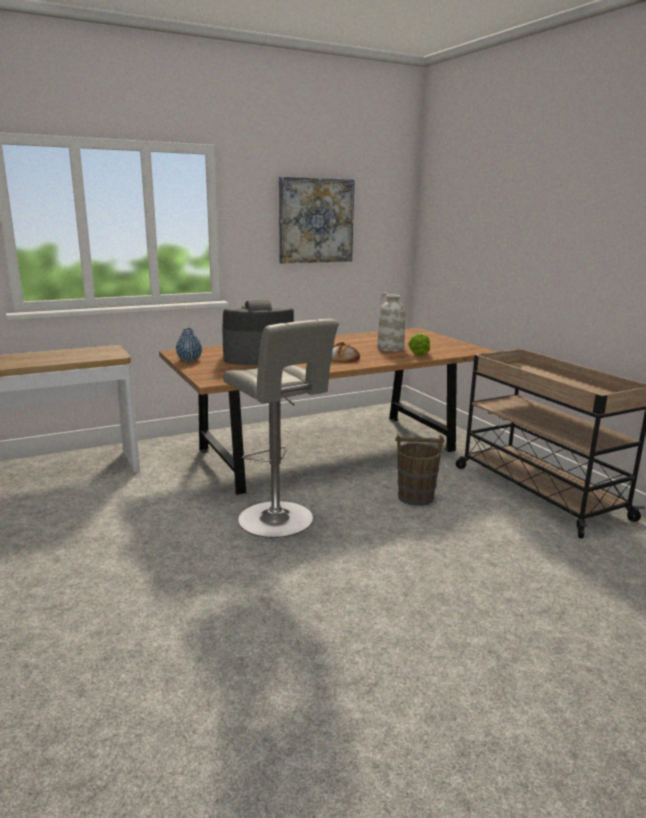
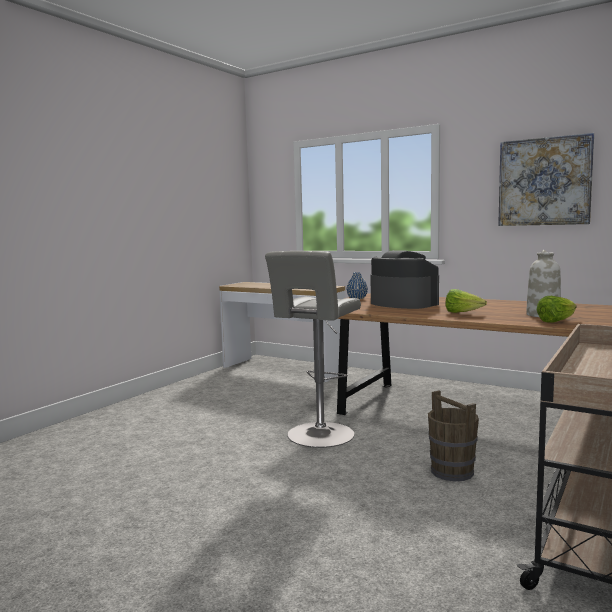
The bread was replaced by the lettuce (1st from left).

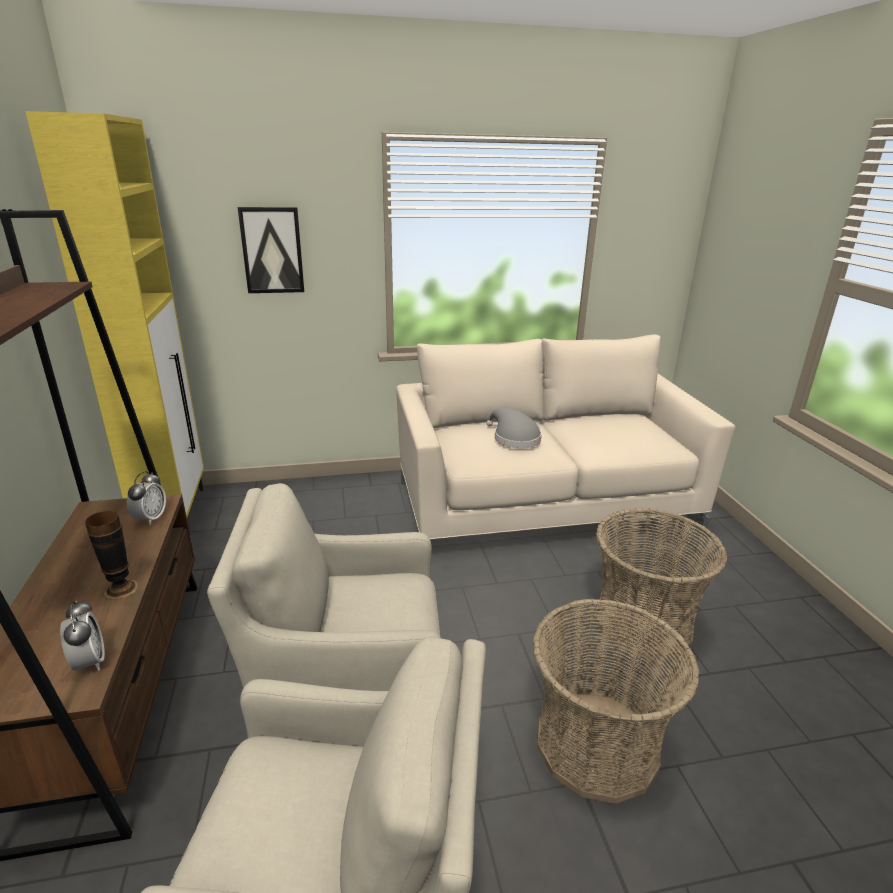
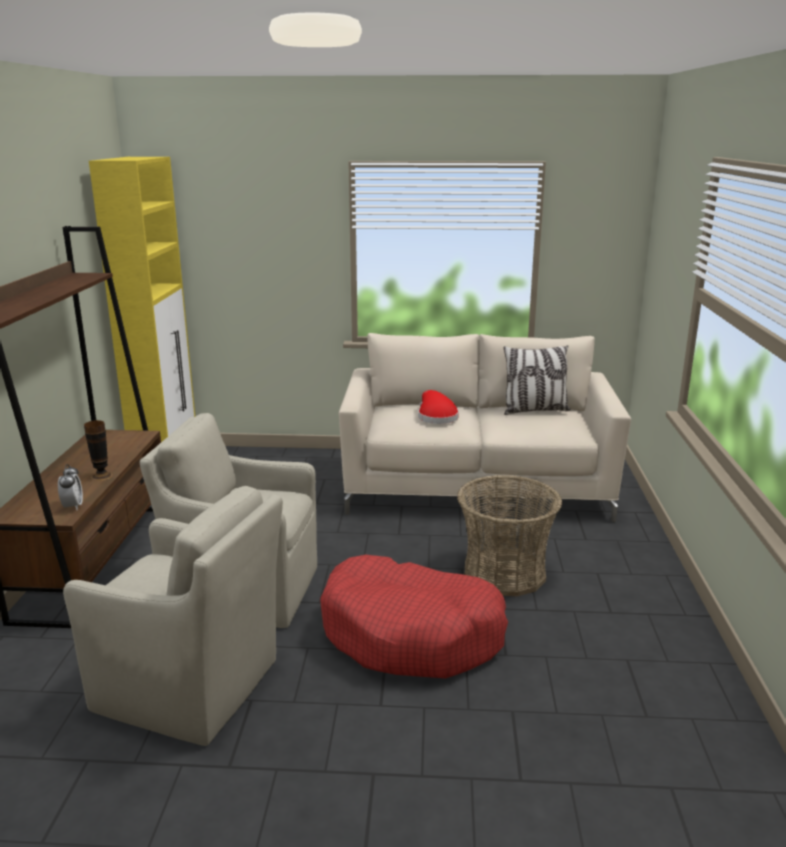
The alarm clock (2nd from left) disappeared. The picture disappeared. The hat/grey became the hat/red. The basket (1st from left) was replaced by the dog bed/red. The pillow appeared.

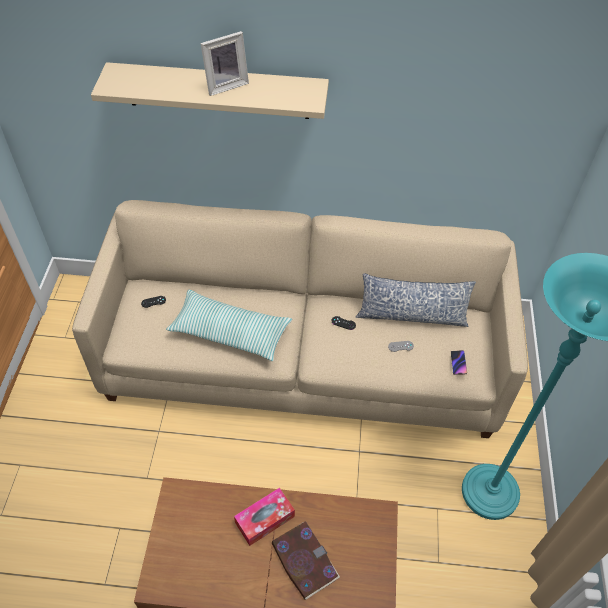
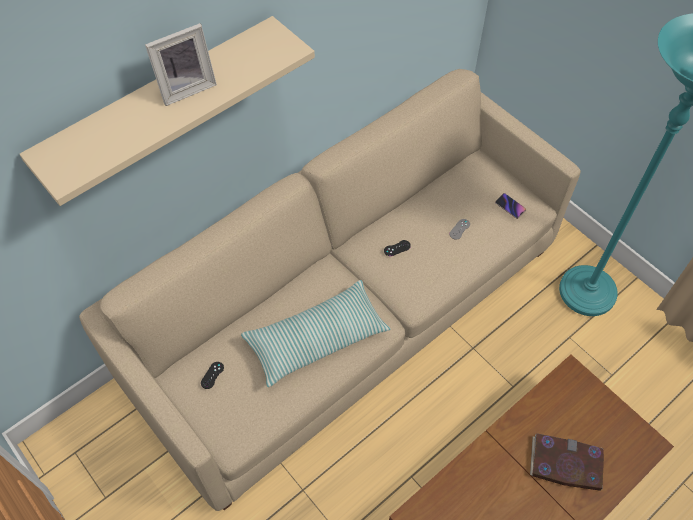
The picture frame turned 45 degrees clockwise. The tissue box disappeared. The pillow (2nd from left) disappeared.

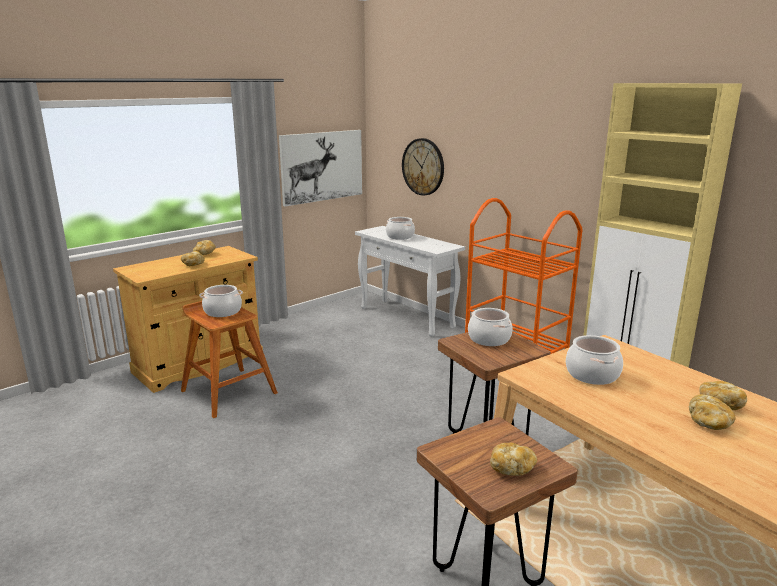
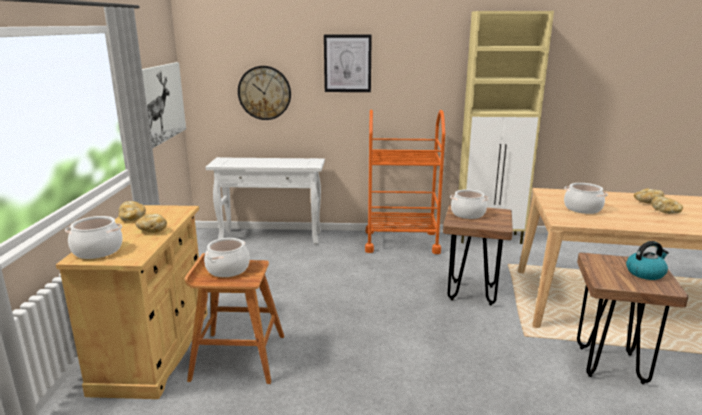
The cooking pot (2nd from left in the first image) moved. The bread (3rd from left) was replaced by the kettle. The picture (2nd from left) appeared.

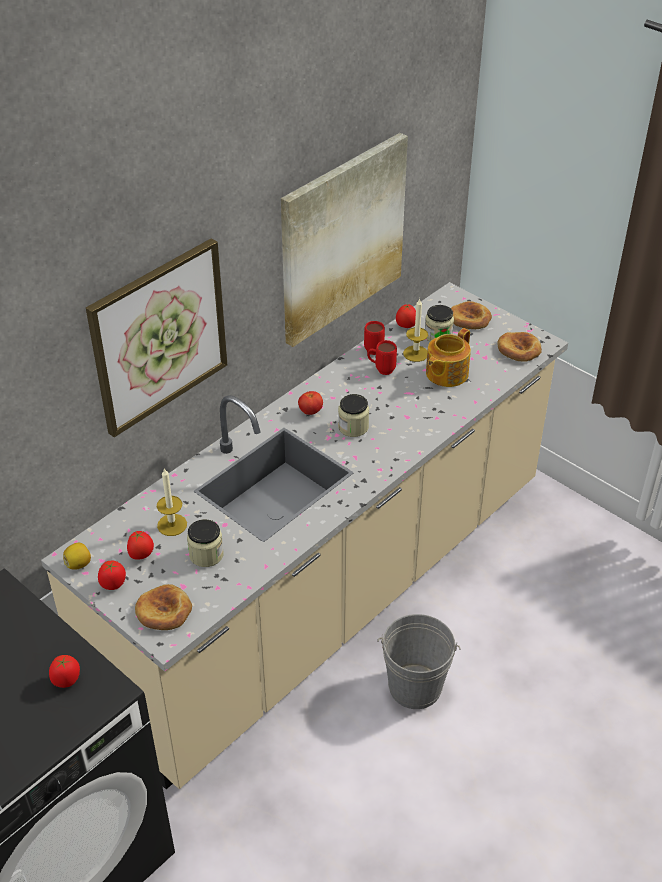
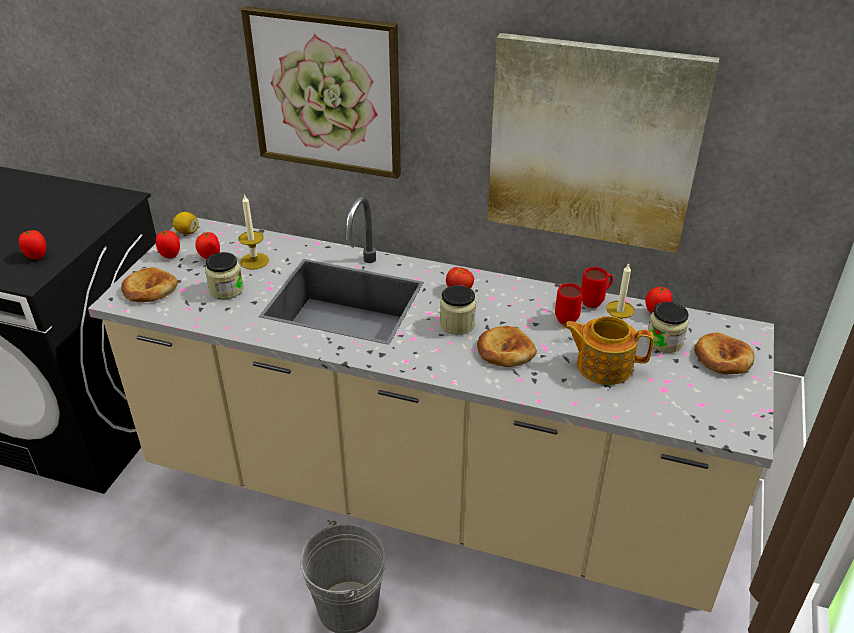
The bread (3rd from left in the first image) moved.

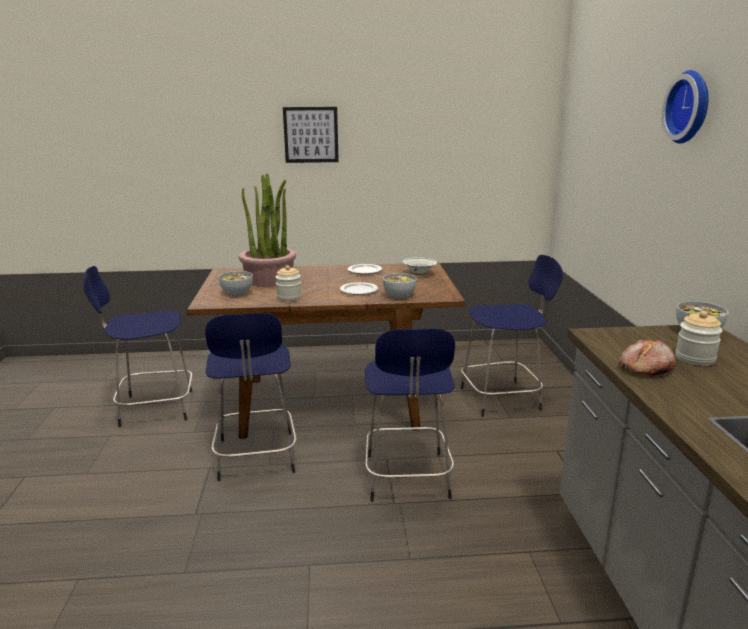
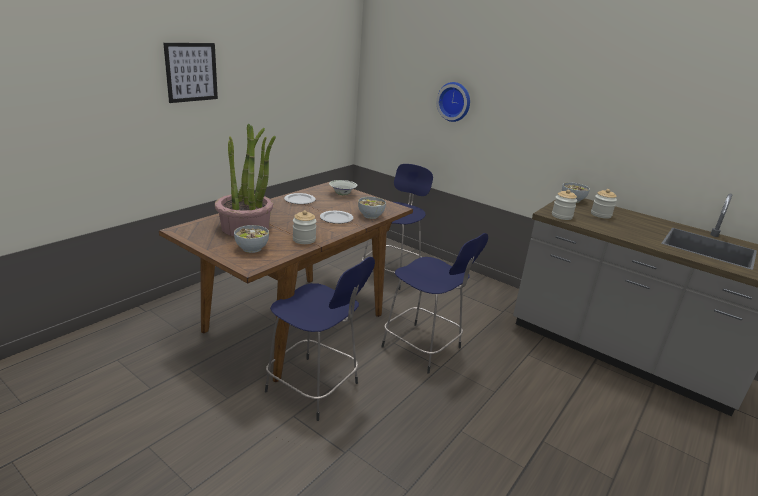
The stool/blue (1st from left) disappeared. The bread disappeared. The wall clock moved. The jar (2nd from left) appeared.

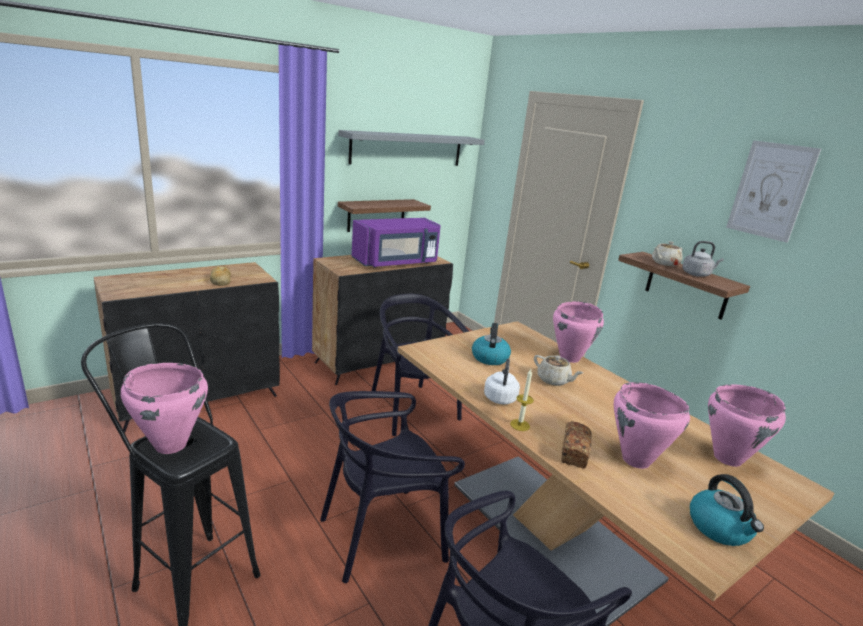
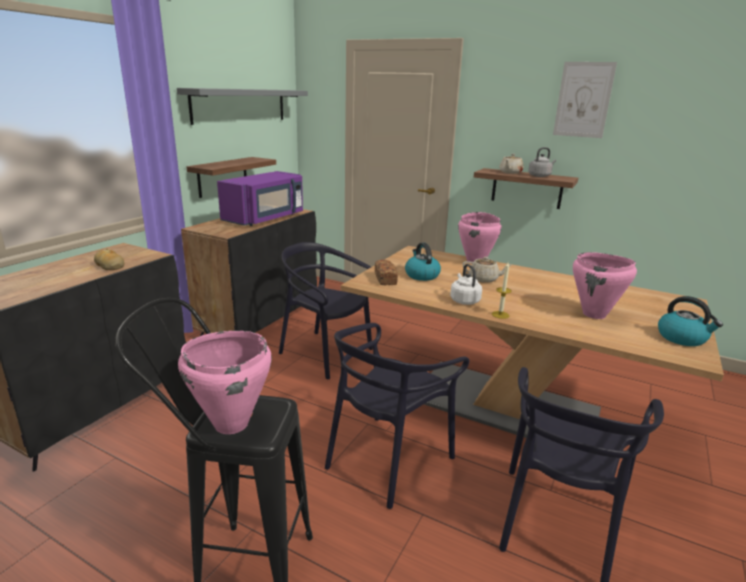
The bread (2nd from left) moved. The cooking pot/pink (4th from left) disappeared.

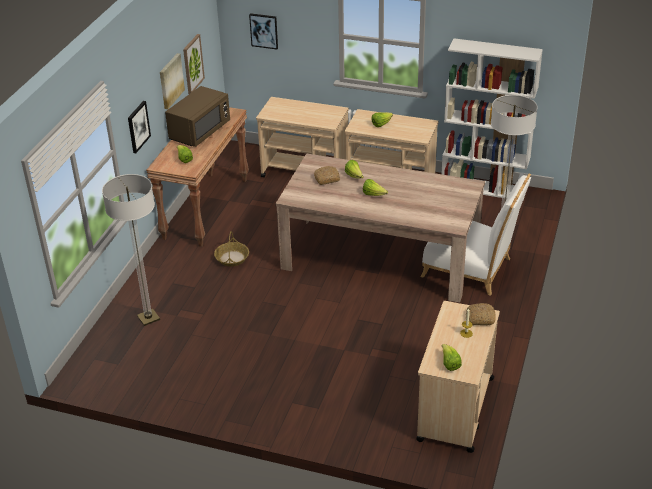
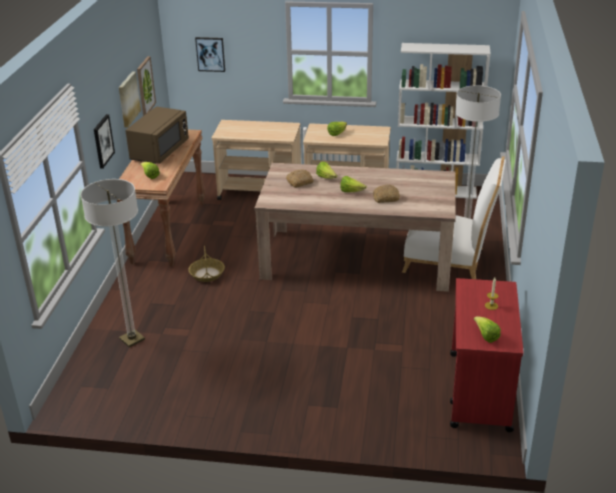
The cart/beige (3rd from left) became the cart/red. The bread (2nd from left) moved.

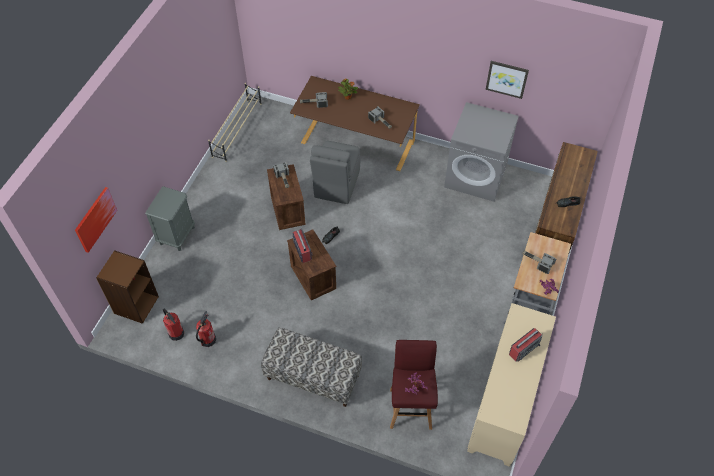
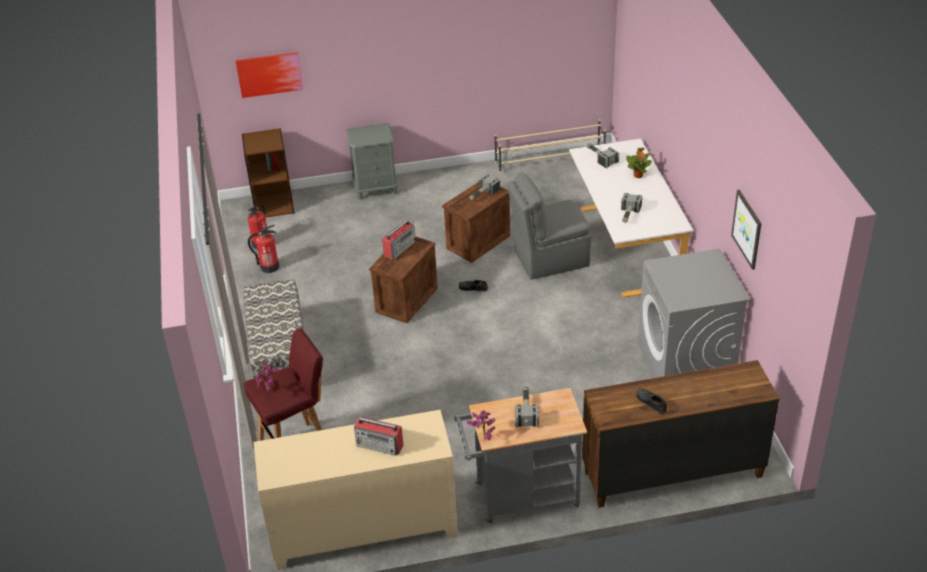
The desk/brown became the desk/white.

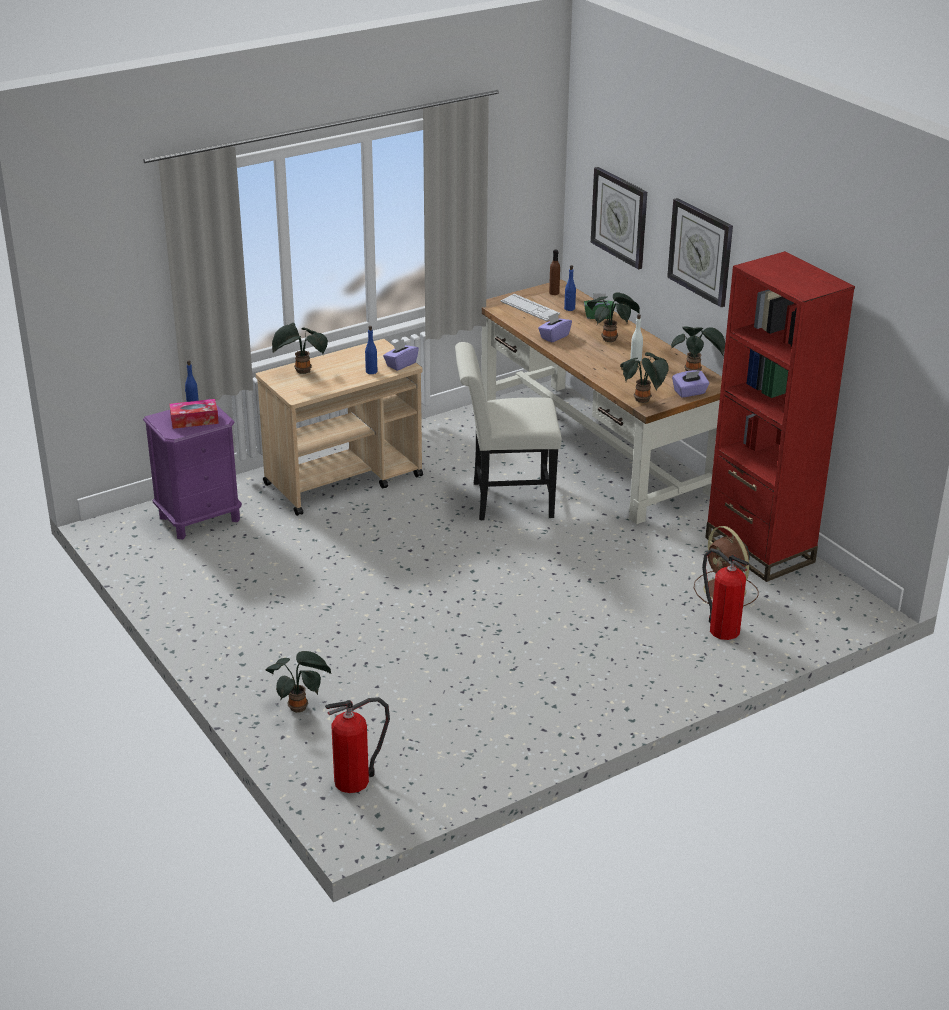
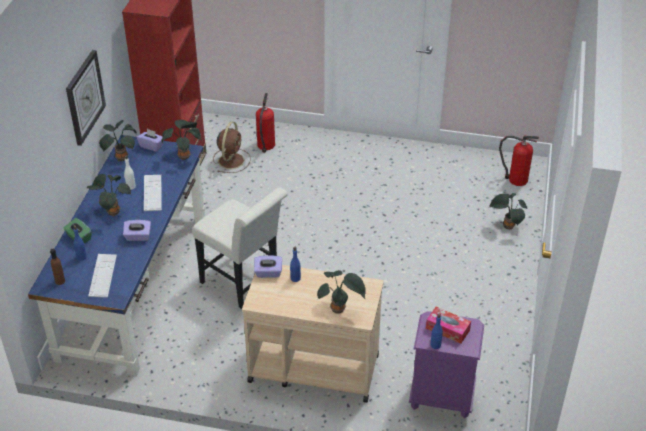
The desk/brown became the desk/blue. The wall clock (1st from left) disappeared. The keyboard (2nd from left) appeared.

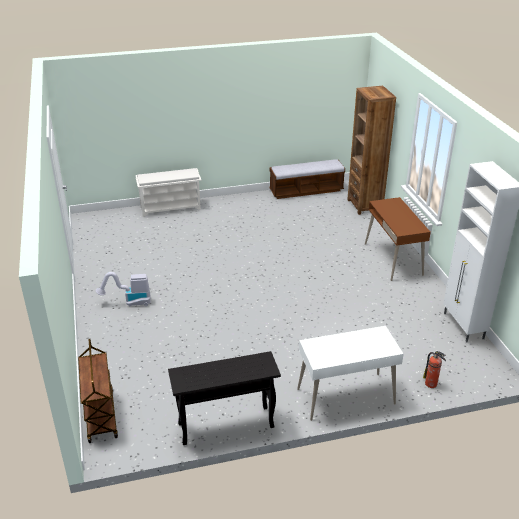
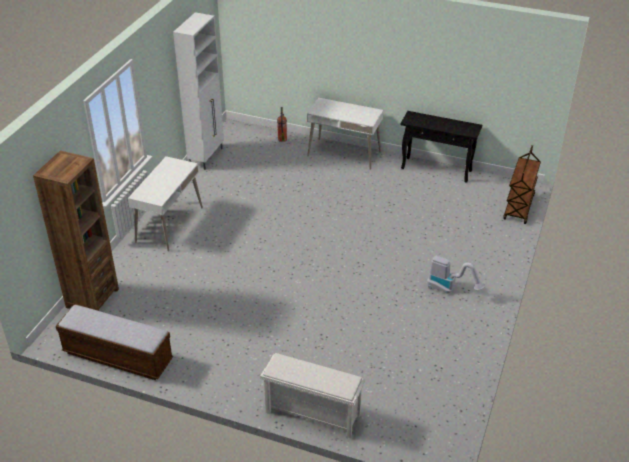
The desk/brown became the desk/white (1st from left).

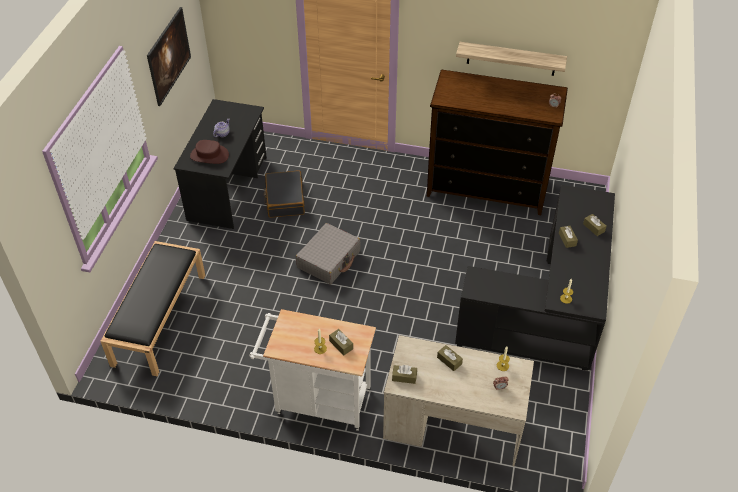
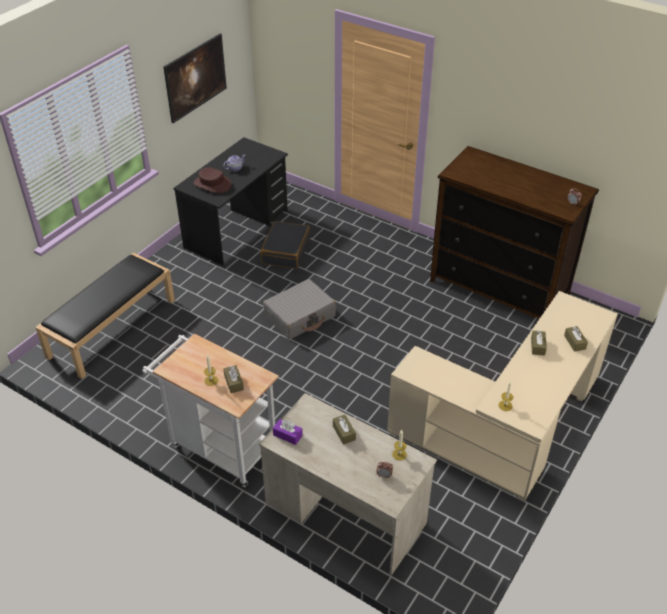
The tissue box/brown (2nd from left) became the tissue box/purple. The desk/black (2nd from left) became the desk/beige (2nd from left). The shelf disappeared.

